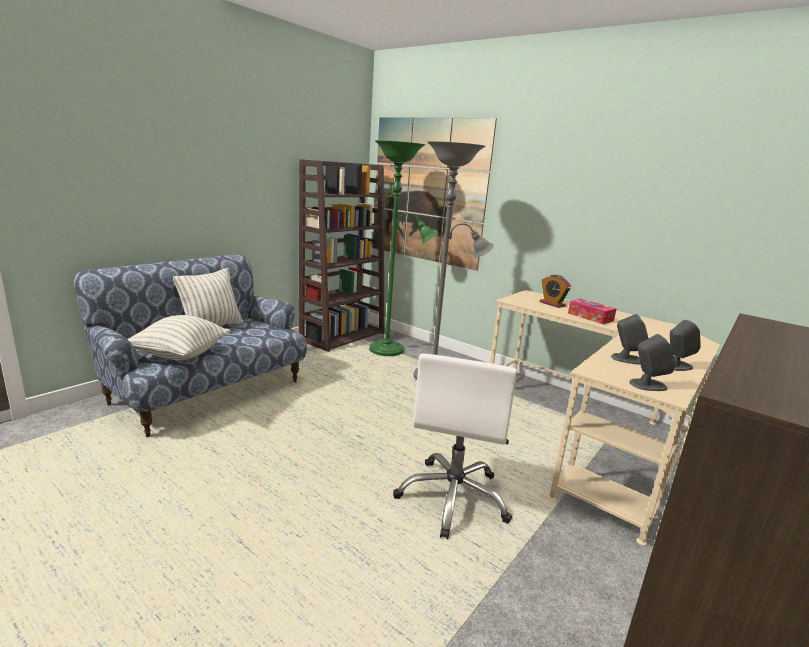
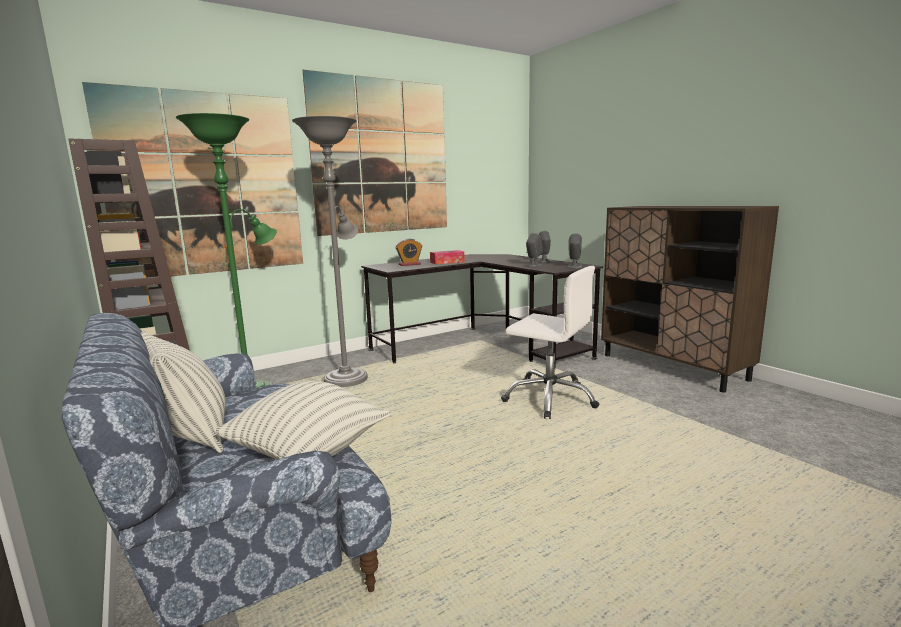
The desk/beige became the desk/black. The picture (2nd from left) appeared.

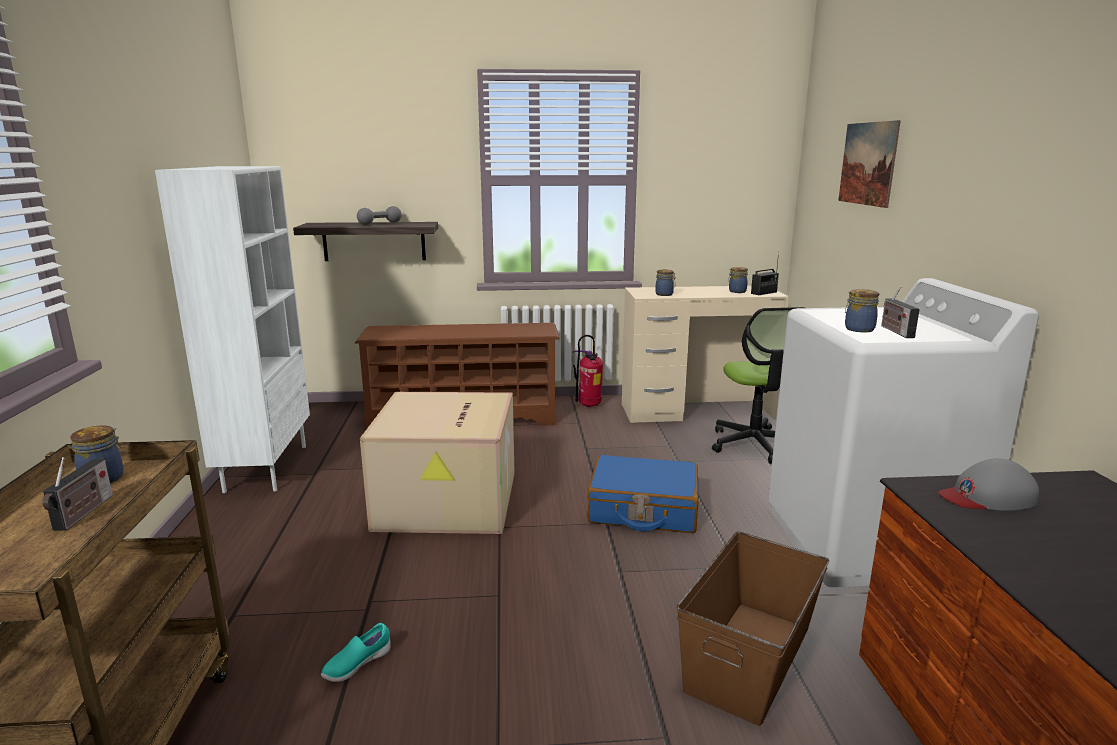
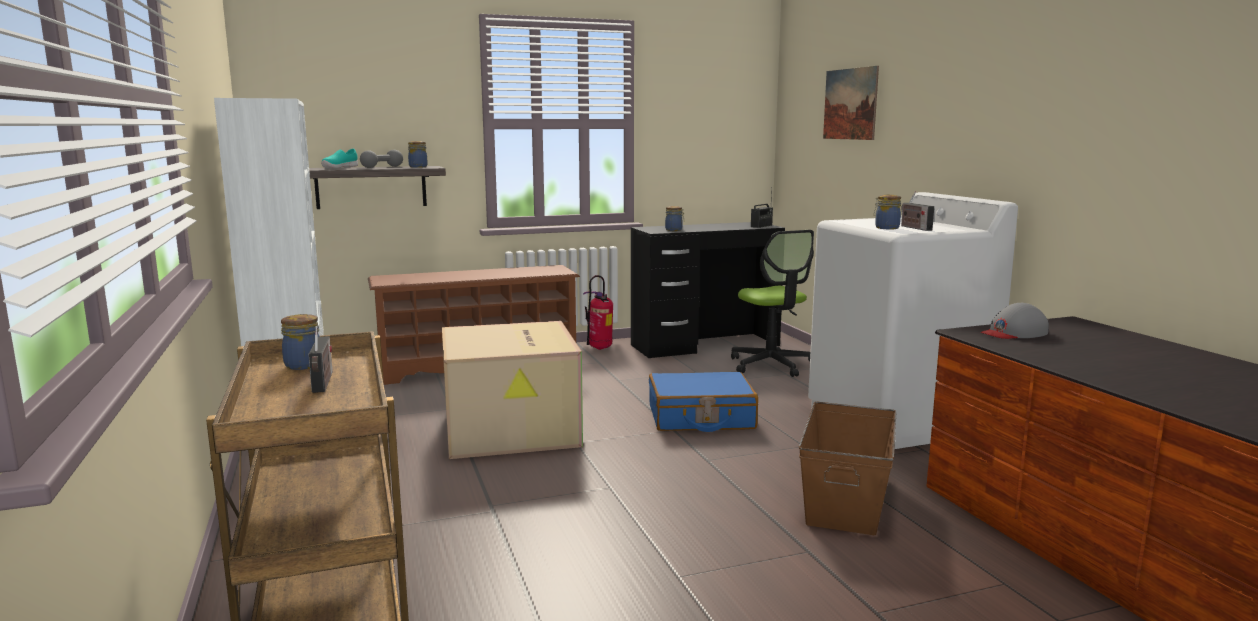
The shoe/turquoise moved. The desk/beige became the desk/black. The jar (3rd from left in the first image) moved.

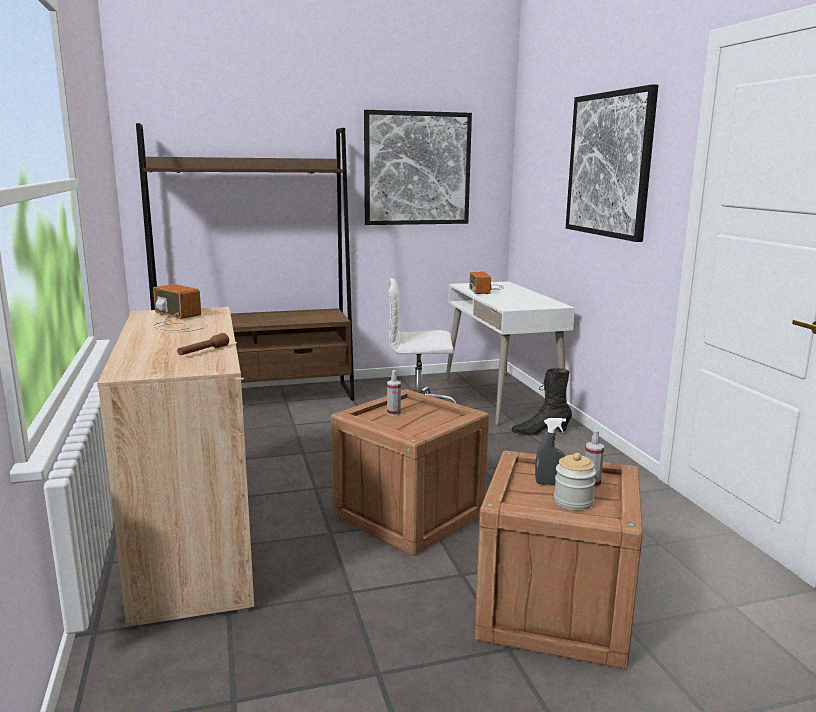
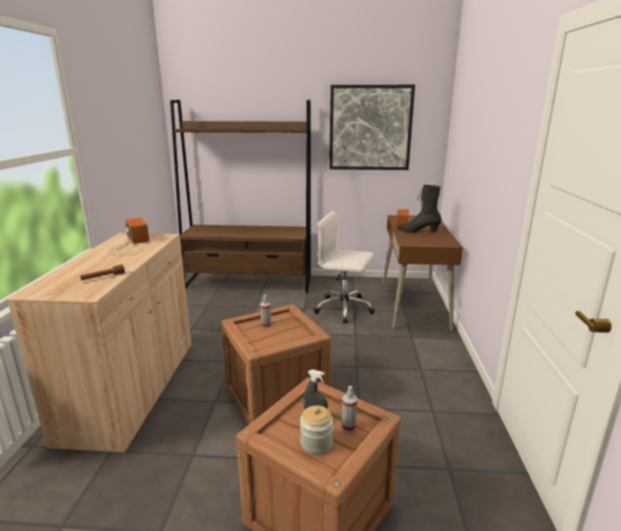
The desk/white became the desk/brown. The boot/black moved. The picture (2nd from left) disappeared.

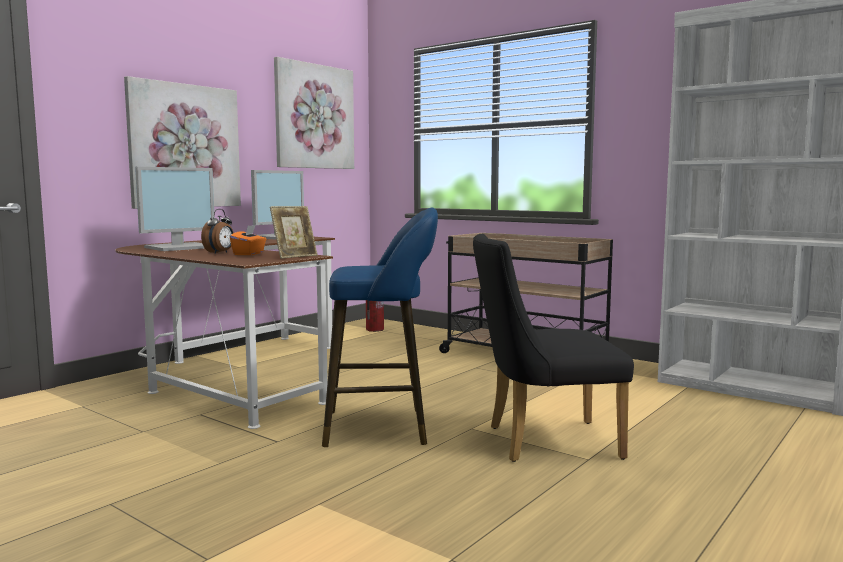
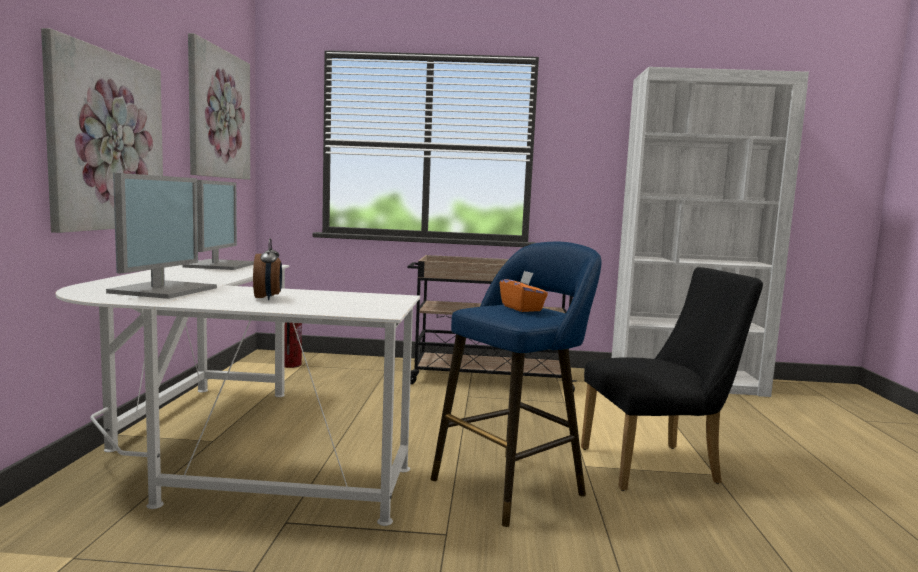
The desk/brown became the desk/white. The tissue box/orange moved. The picture frame disappeared. The chair/black turned 150 degrees counterclockwise.

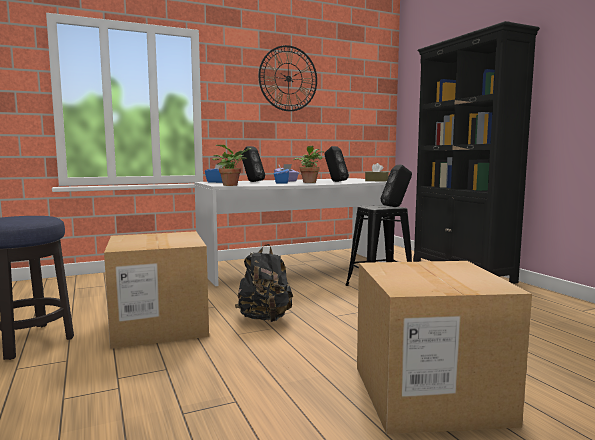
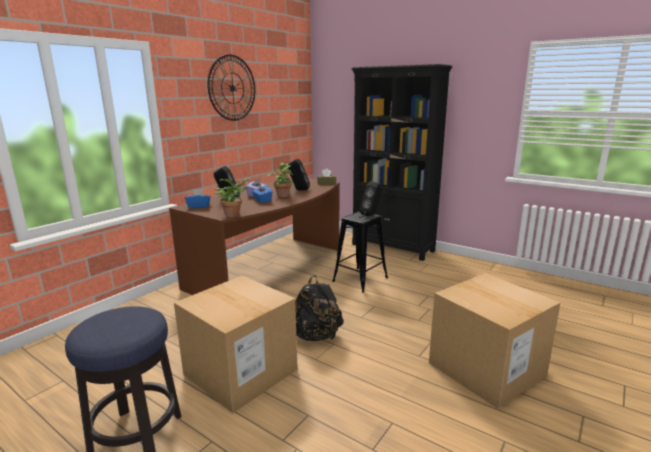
The desk/white became the desk/brown.

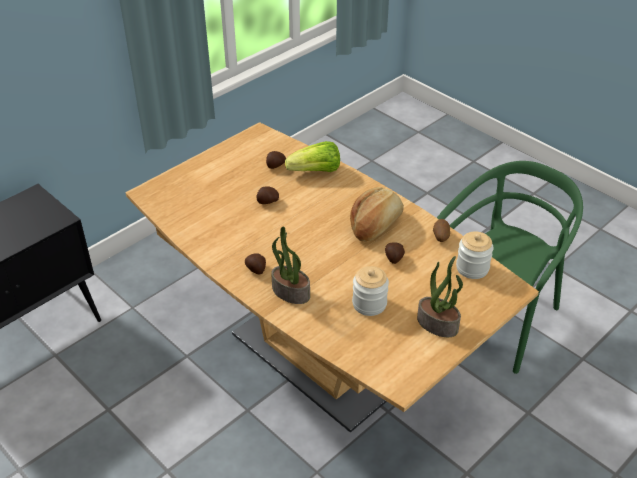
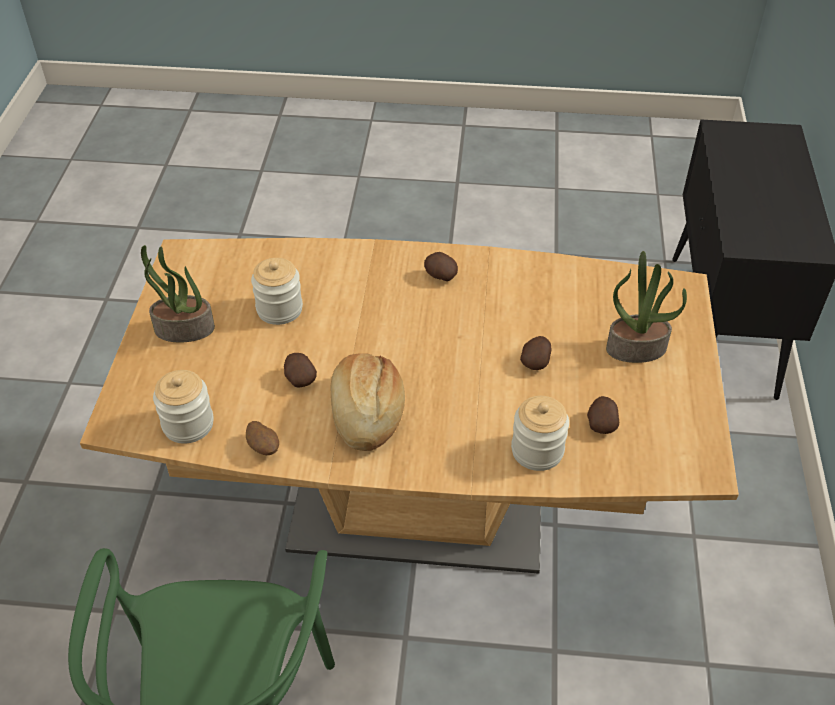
The potted plant (1st from left in the first image) moved. The lettuce was replaced by the jar (3rd from left).

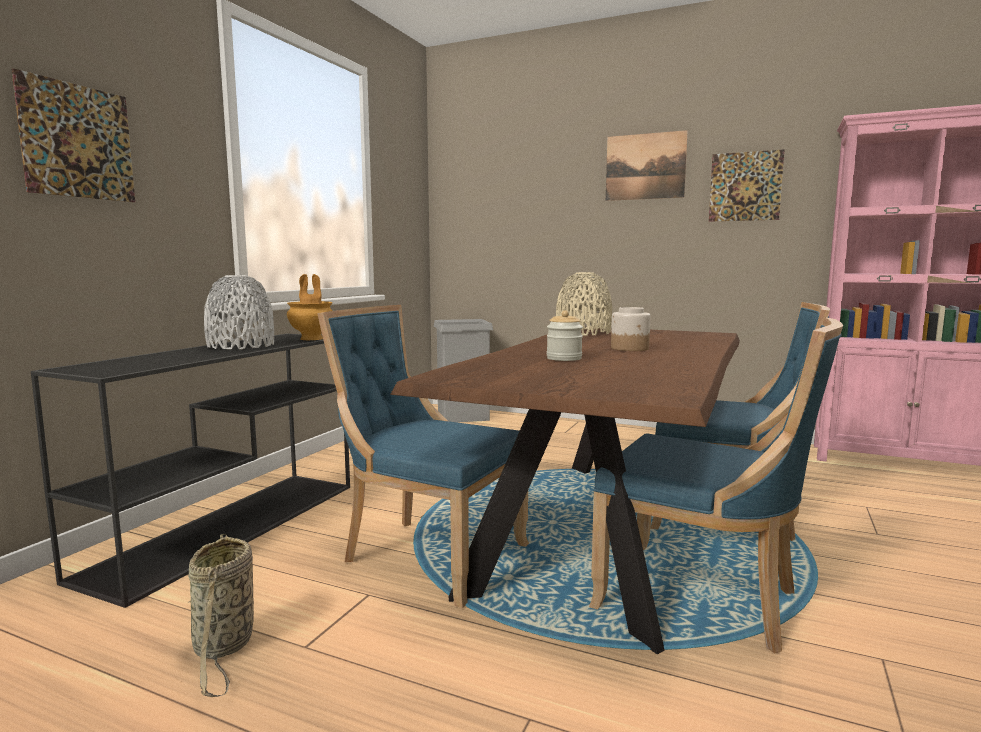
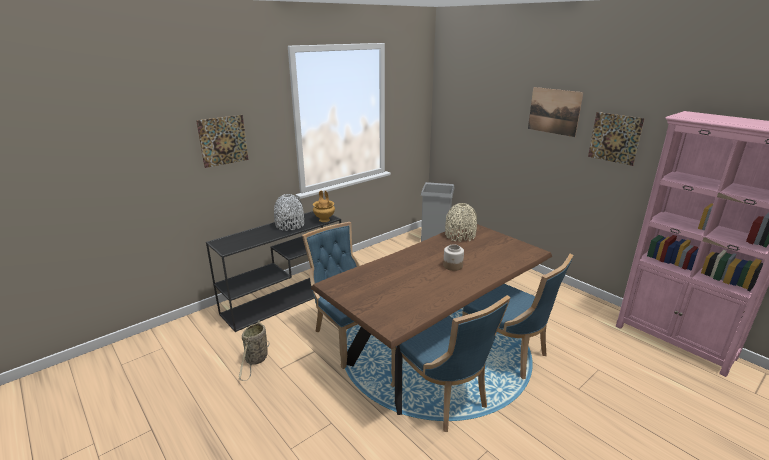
The jar (1st from left) disappeared.

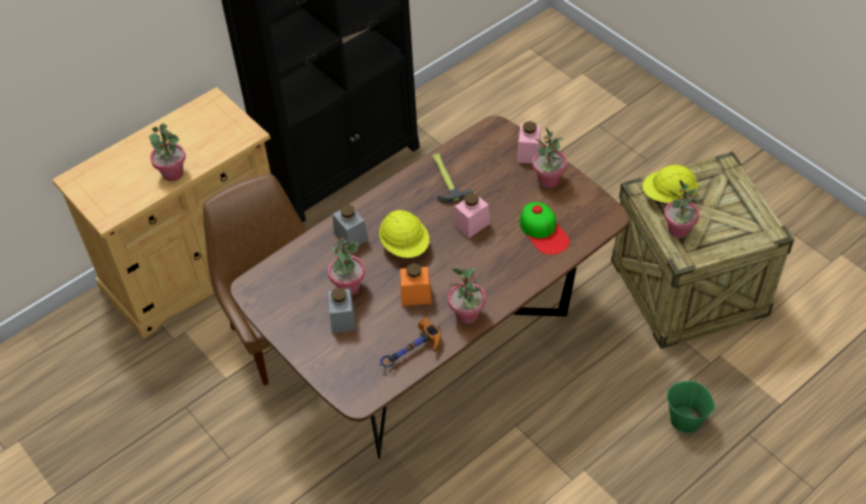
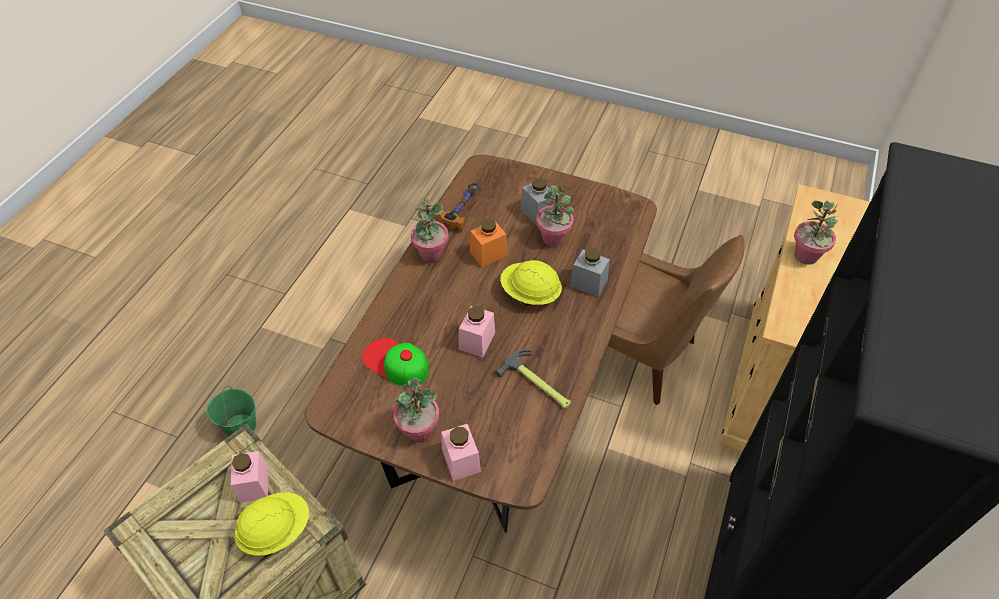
The potted plant (5th from left) was replaced by the jar/pink (1st from left).

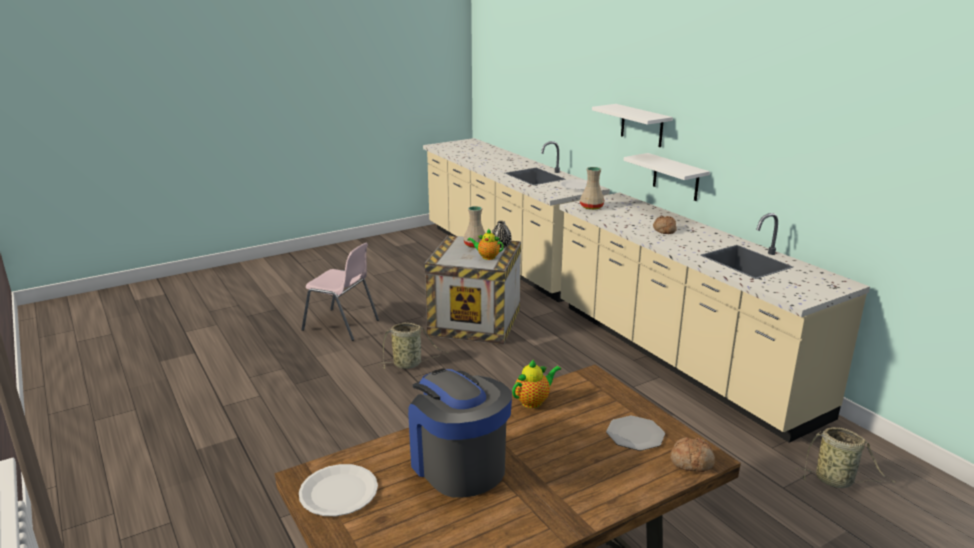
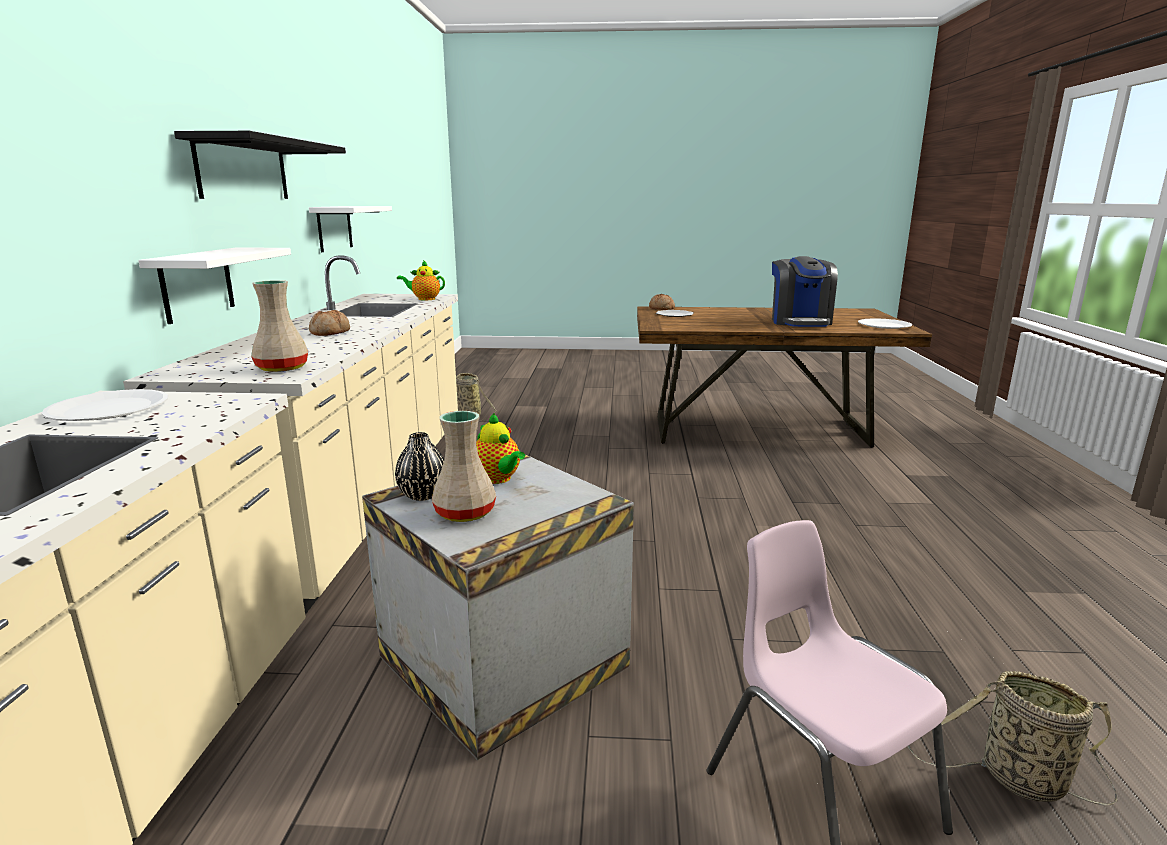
The basket (1st from left in the first image) moved. The teapot (2nd from left in the first image) moved. The shelf/white (1st from left in the first image) moved. The shelf/black appeared.

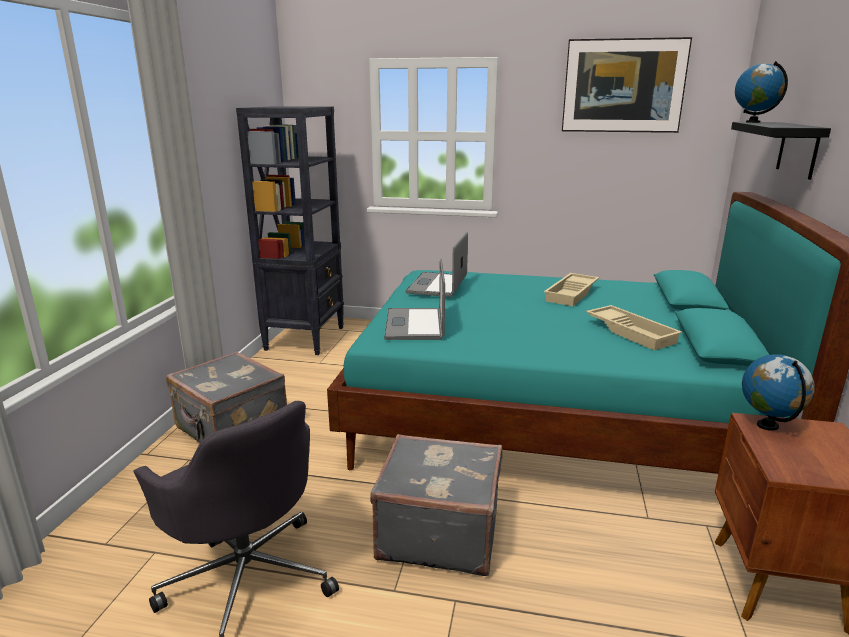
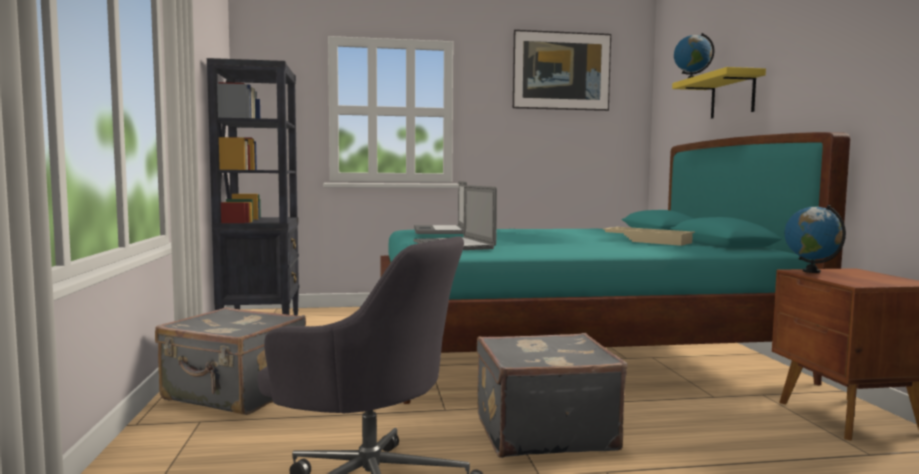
The tray/beige (1st from left) disappeared. The shelf/black became the shelf/yellow.

